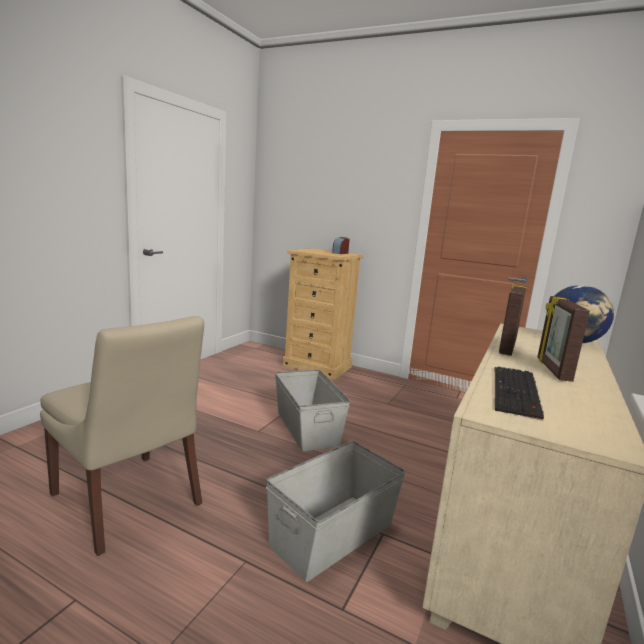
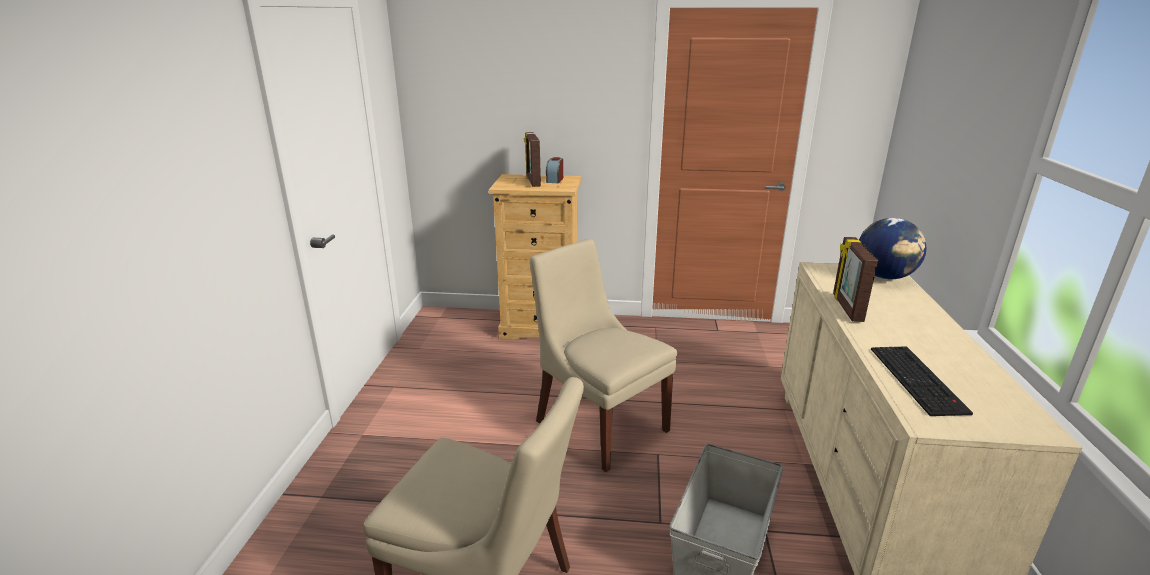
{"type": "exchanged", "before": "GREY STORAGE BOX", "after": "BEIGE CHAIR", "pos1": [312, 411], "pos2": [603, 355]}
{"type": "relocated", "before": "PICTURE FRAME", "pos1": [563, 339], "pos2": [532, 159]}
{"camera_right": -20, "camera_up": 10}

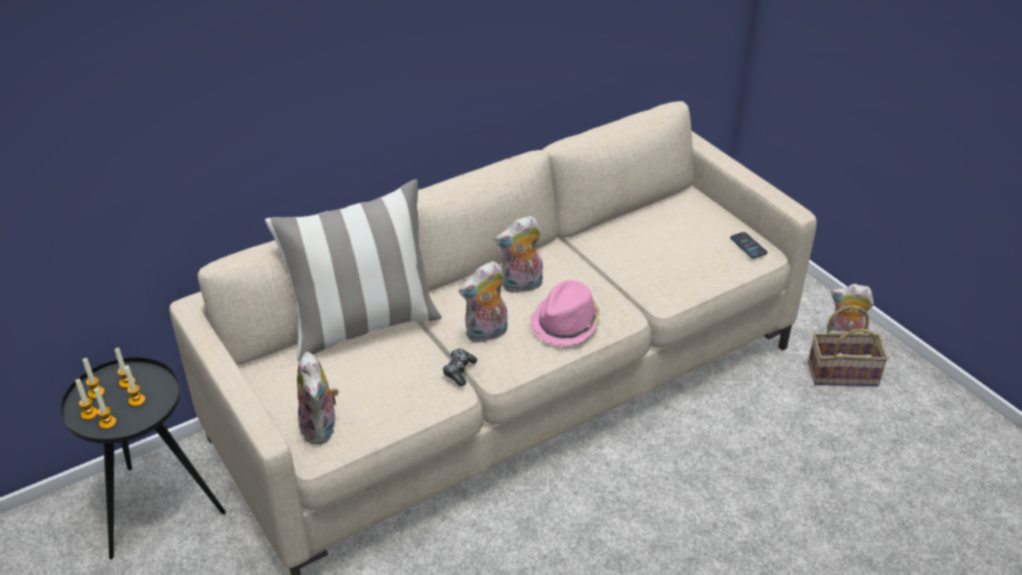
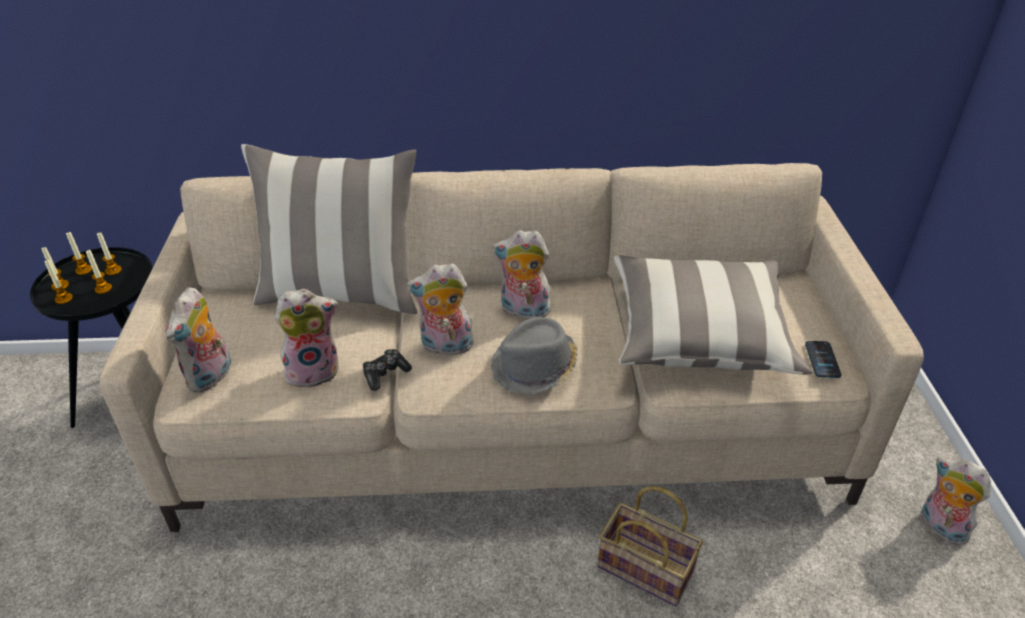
{"type": "colour", "before": "PINK HAT", "after": "GREY HAT", "pos1": [565, 313], "pos2": [534, 355]}
{"type": "relocated", "before": "BASKET", "pos1": [848, 345], "pos2": [650, 546]}
{"type": "appeared", "after": "PLUSH TOY", "pos2": [306, 338]}
{"type": "appeared", "after": "PILLOW", "pos2": [713, 315]}
{"camera_right": 30, "camera_up": 0}

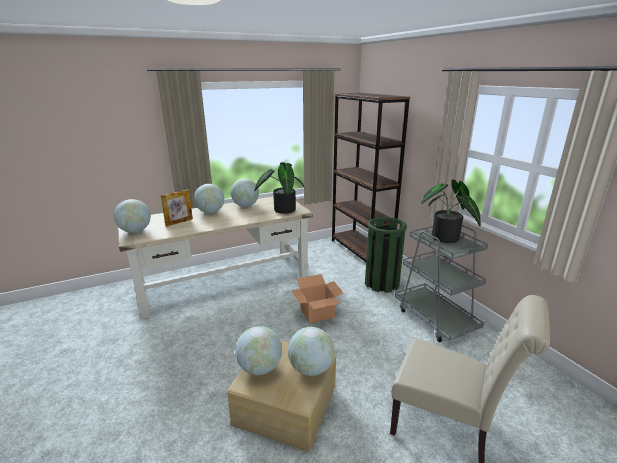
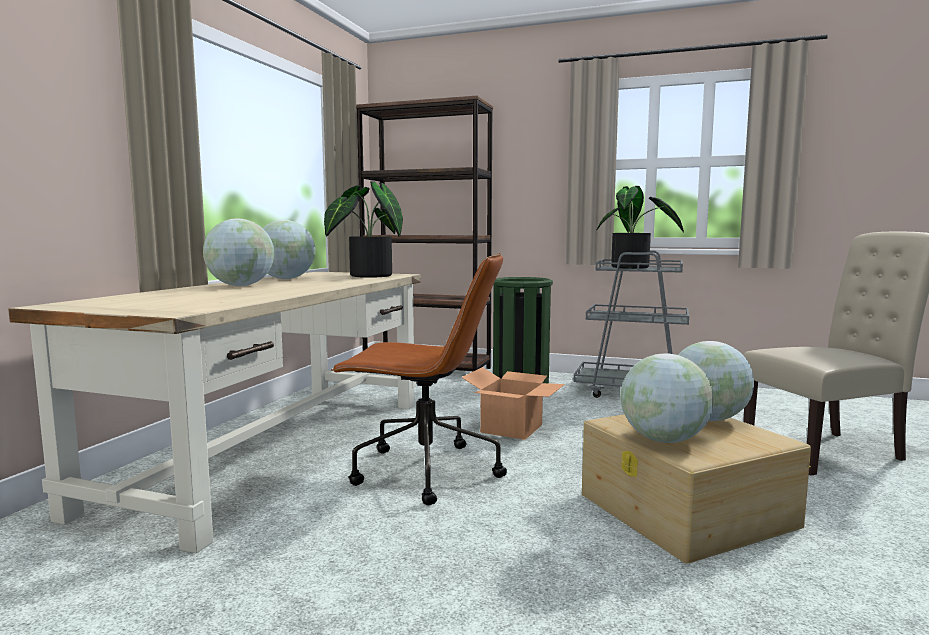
{"type": "missing", "before": "GLOBE", "pos1": [132, 216]}
{"type": "missing", "before": "PICTURE FRAME", "pos1": [177, 208]}
{"type": "appeared", "after": "BROWN OFFICE CHAIR", "pos2": [419, 379]}
{"camera_right": -45, "camera_up": -15}

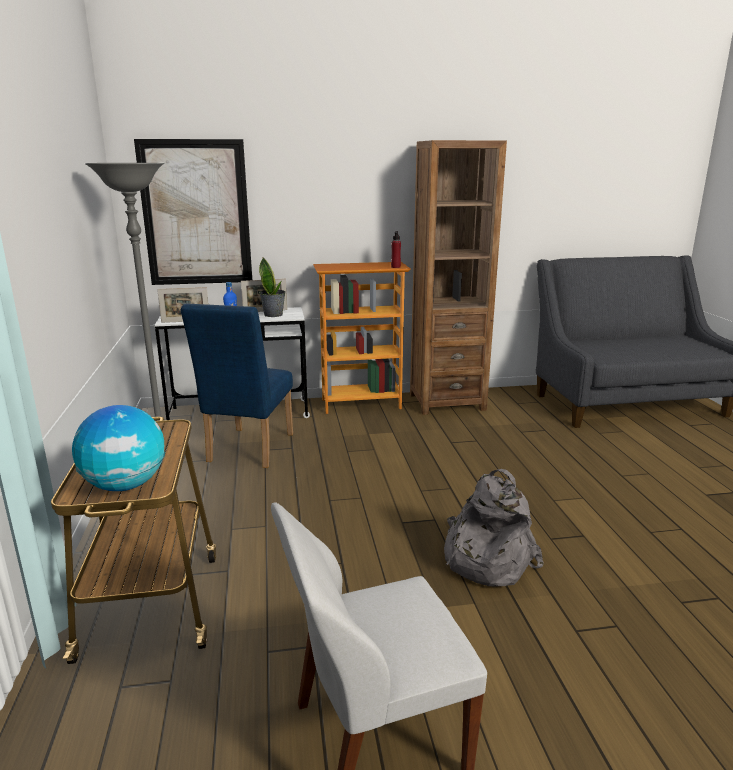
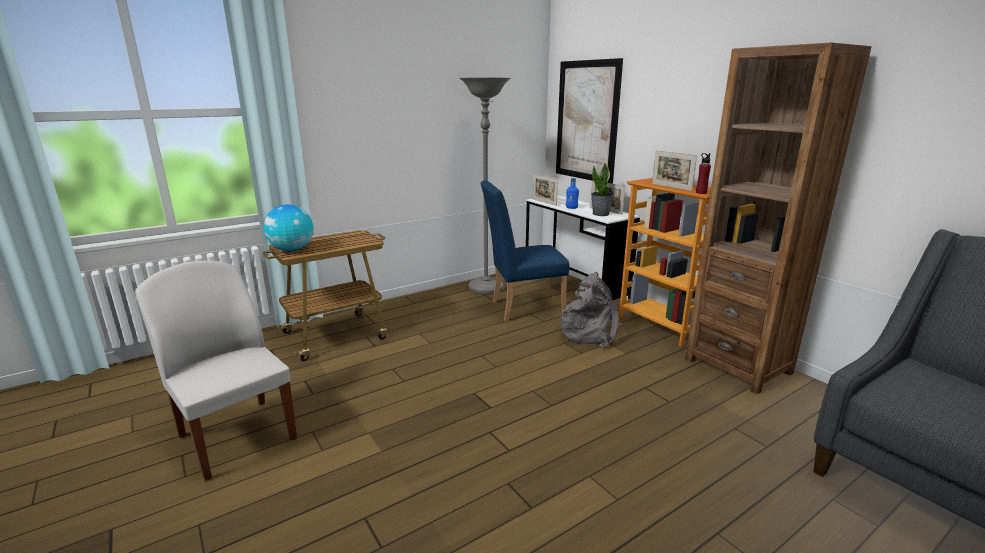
{"type": "relocated", "before": "GREY BACKPACK", "pos1": [493, 528], "pos2": [592, 310]}
{"type": "appeared", "after": "PICTURE FRAME", "pos2": [674, 170]}
{"camera_right": 65, "camera_up": 0}

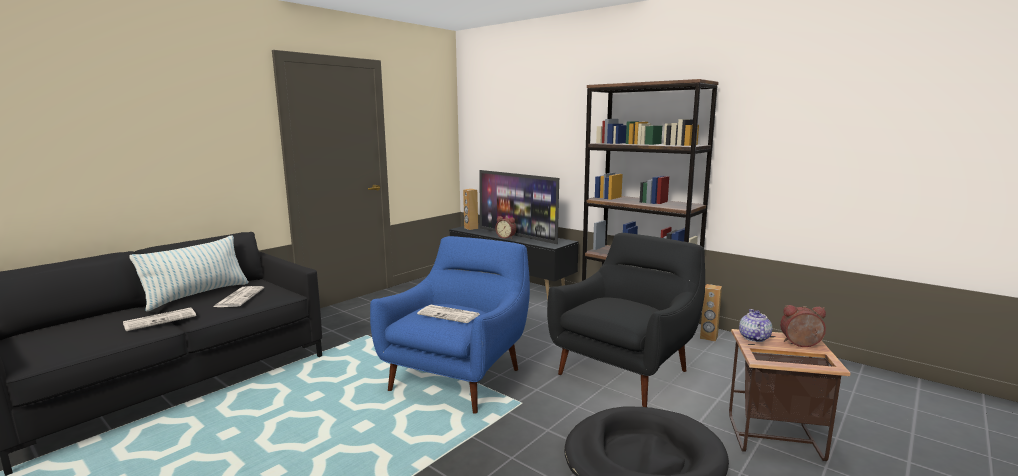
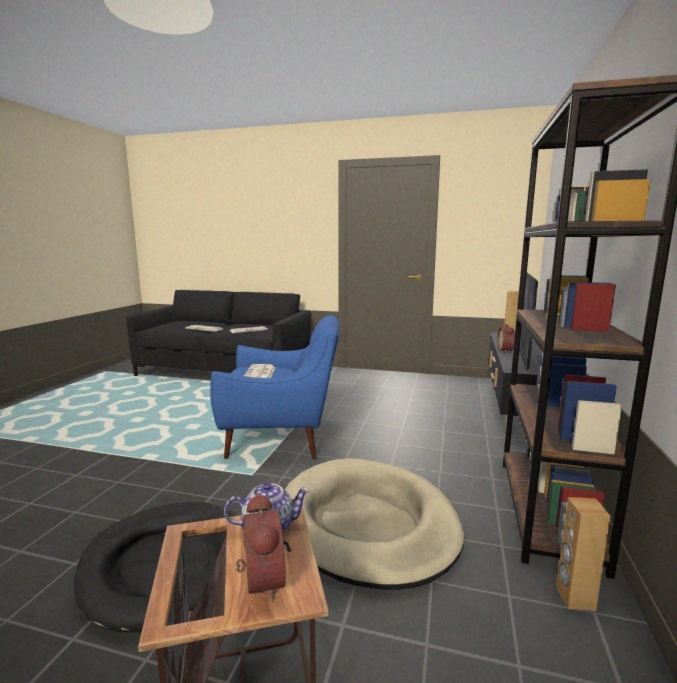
{"type": "missing", "before": "PILLOW", "pos1": [189, 273]}
{"type": "exchanged", "before": "BLACK ARMCHAIR", "after": "BEIGE DOG BED", "pos1": [626, 320], "pos2": [374, 524]}
{"camera_right": 65, "camera_up": 0}

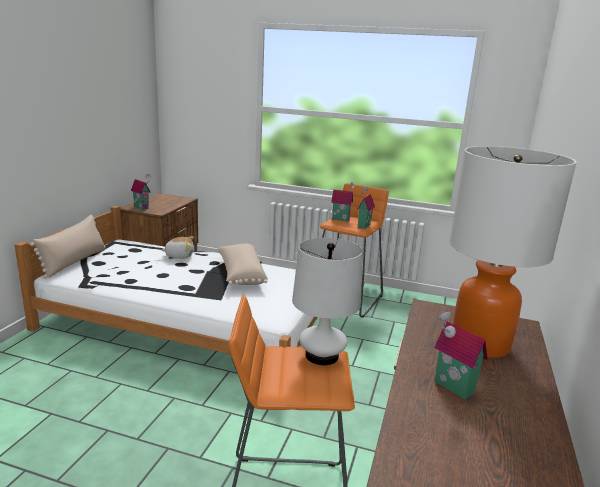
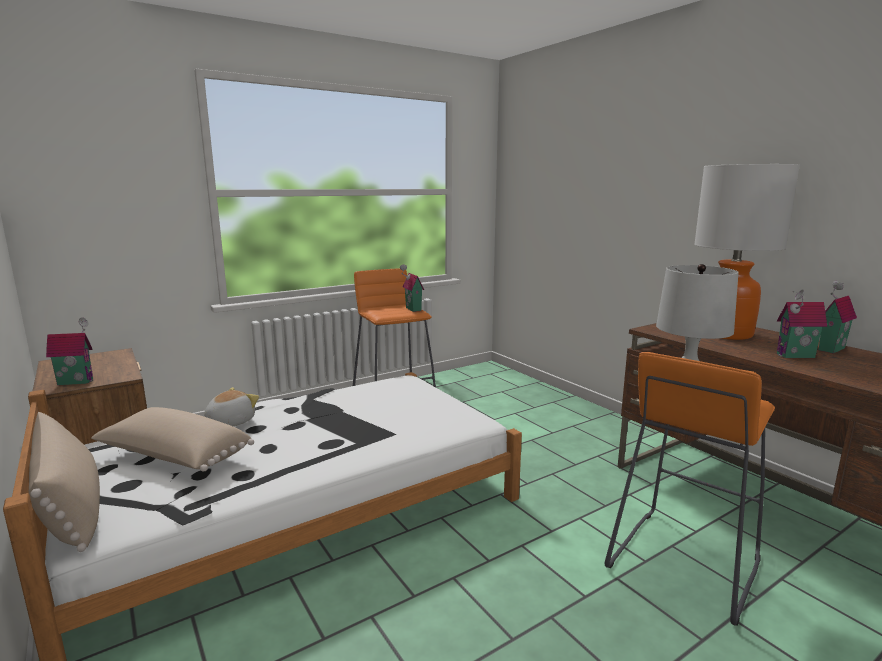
{"type": "relocated", "before": "BEIGE PILLOW", "pos1": [242, 264], "pos2": [172, 439]}
{"type": "relocated", "before": "TOY HOUSE", "pos1": [343, 202], "pos2": [838, 317]}
{"camera_right": -50, "camera_up": -5}

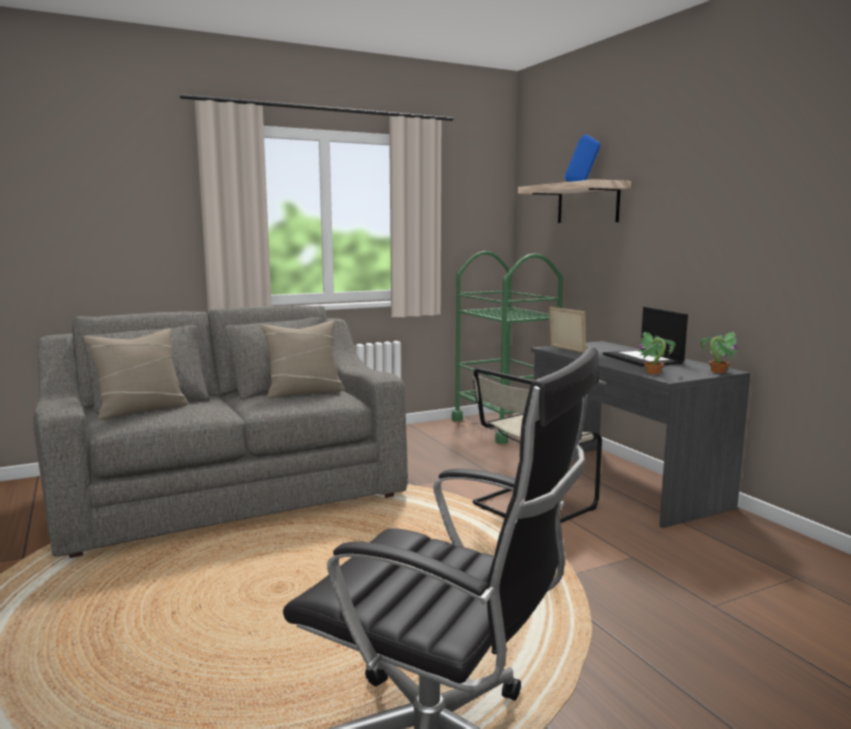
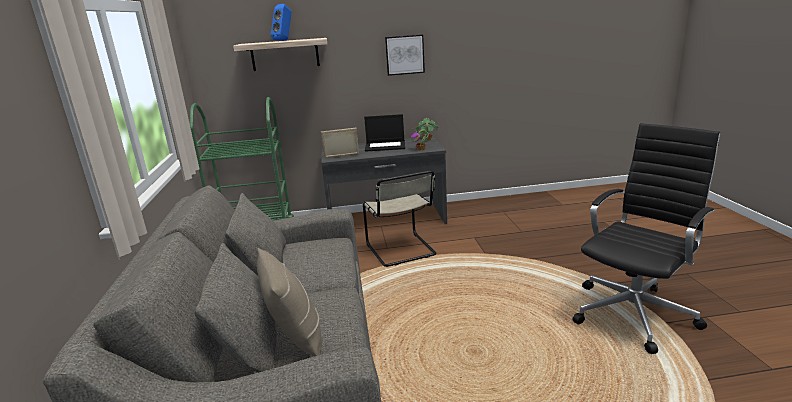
{"type": "missing", "before": "BEIGE PILLOW", "pos1": [303, 359]}
{"type": "appeared", "after": "PICTURE", "pos2": [405, 55]}
{"camera_right": -70, "camera_up": 10}

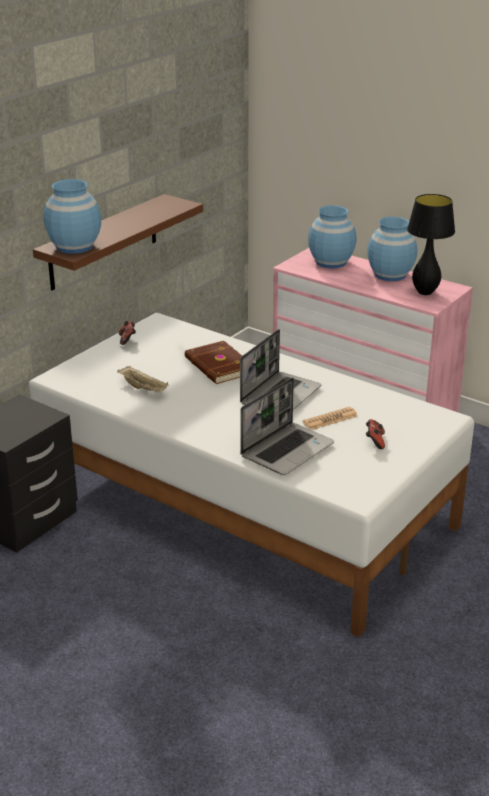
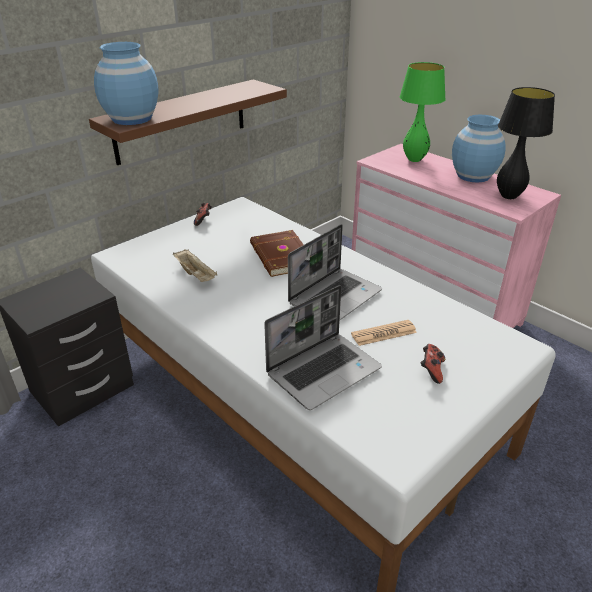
{"type": "exchanged", "before": "BLUE VASE", "after": "GREEN TABLE LAMP", "pos1": [332, 236], "pos2": [422, 112]}
{"camera_right": 10, "camera_up": 5}

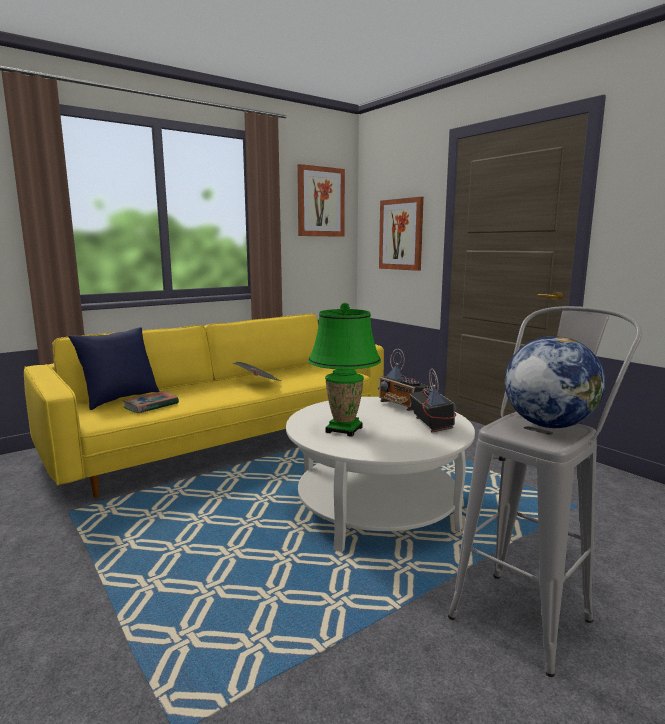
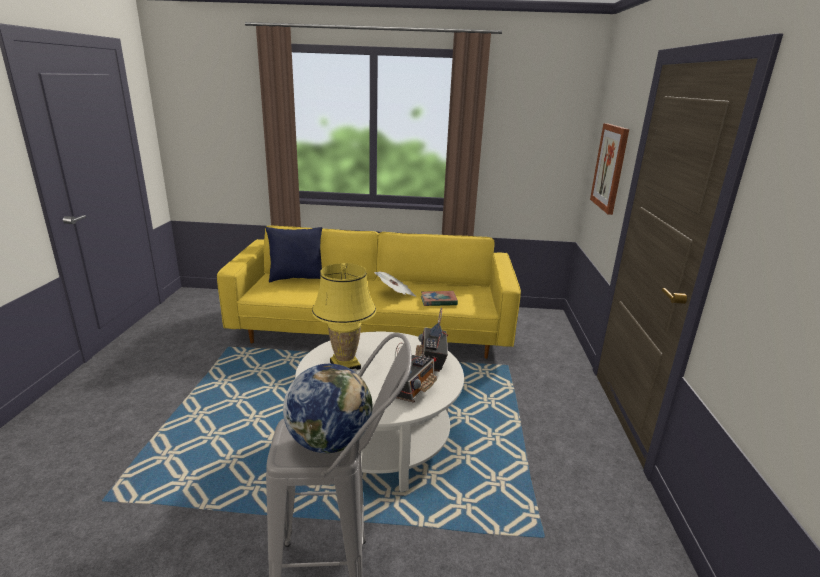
{"type": "relocated", "before": "BOOK", "pos1": [151, 402], "pos2": [439, 298]}
{"type": "missing", "before": "PICTURE", "pos1": [321, 200]}
{"type": "colour", "before": "GREEN TABLE LAMP", "after": "YELLOW TABLE LAMP", "pos1": [344, 370], "pos2": [344, 316]}
{"camera_right": 40, "camera_up": 10}

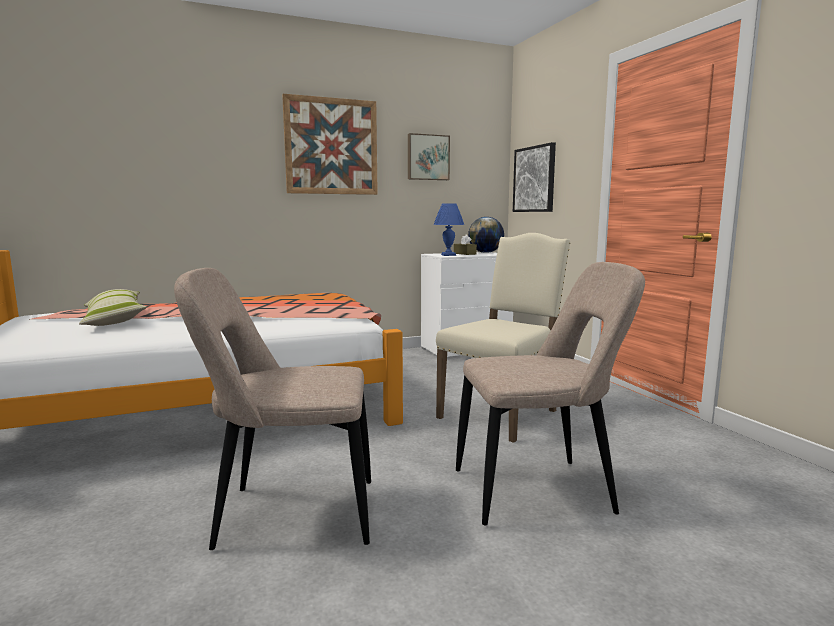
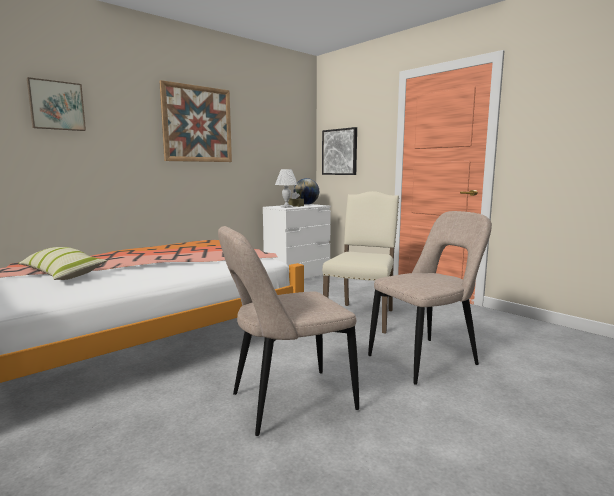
{"type": "relocated", "before": "PICTURE", "pos1": [429, 156], "pos2": [56, 104]}
{"type": "colour", "before": "BLUE TABLE LAMP", "after": "WHITE TABLE LAMP", "pos1": [448, 229], "pos2": [286, 188]}
{"camera_right": -20, "camera_up": 0}

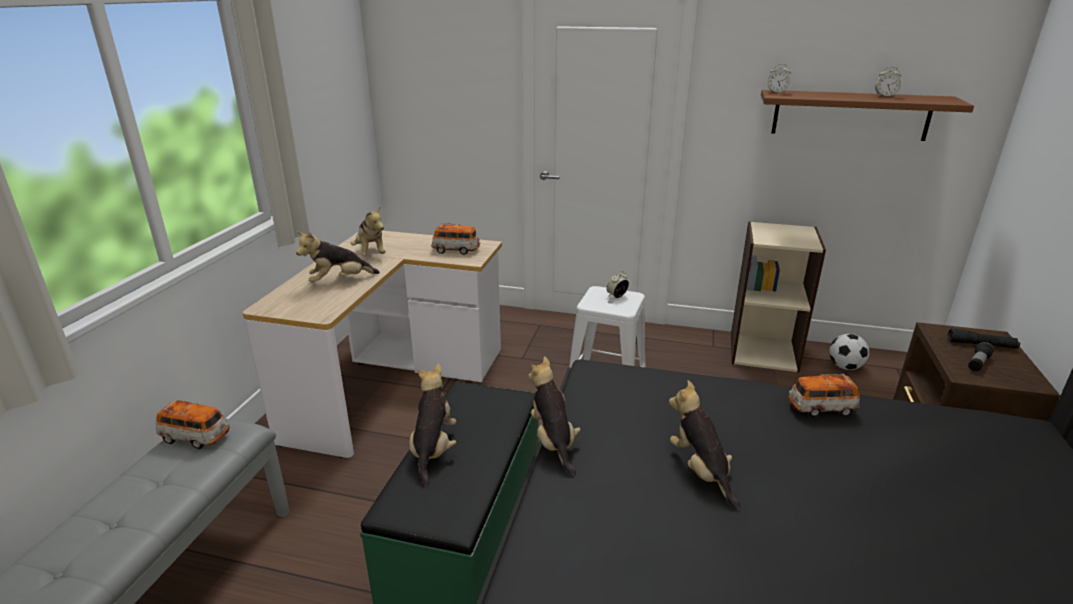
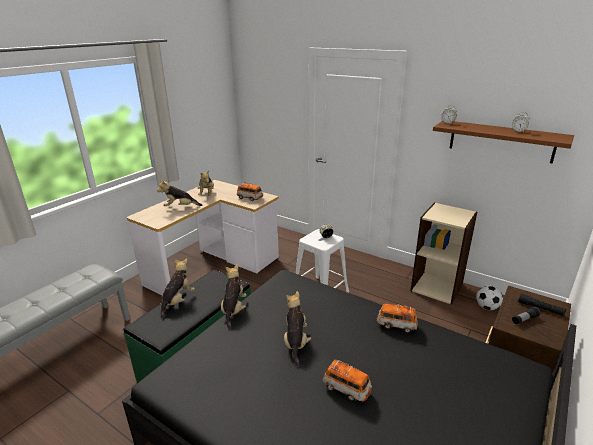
{"type": "relocated", "before": "TOY CAR", "pos1": [193, 424], "pos2": [347, 381]}
{"camera_right": 20, "camera_up": 0}

